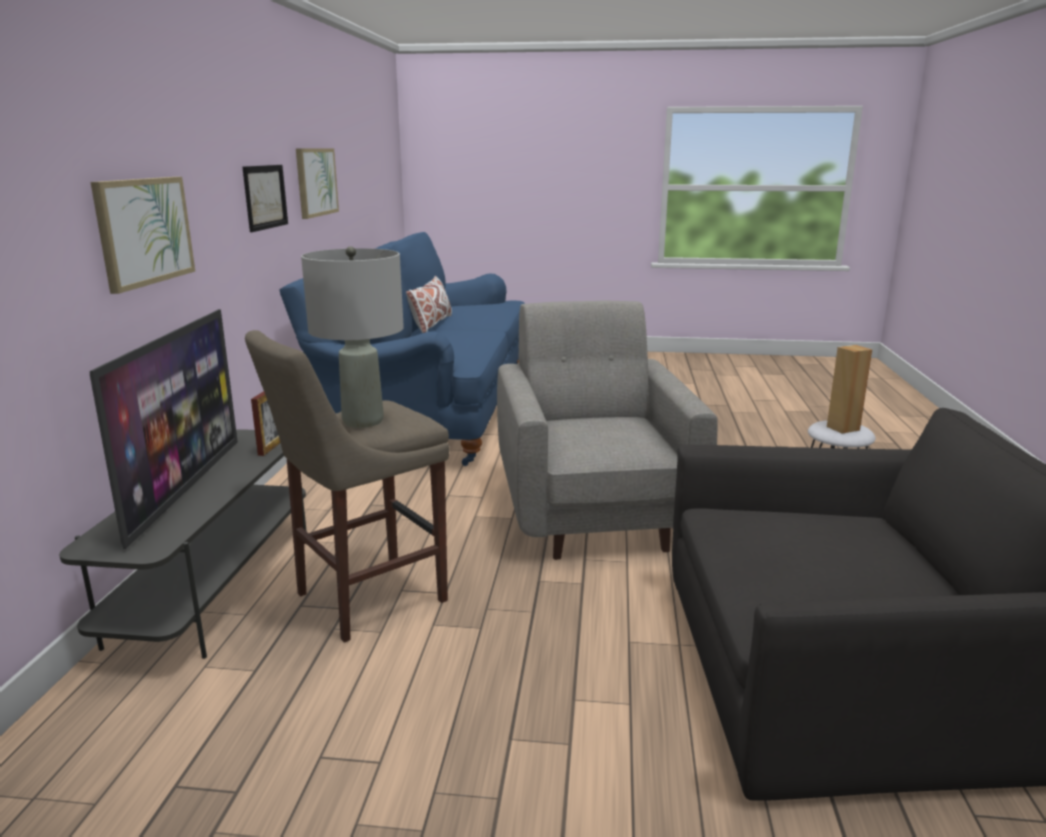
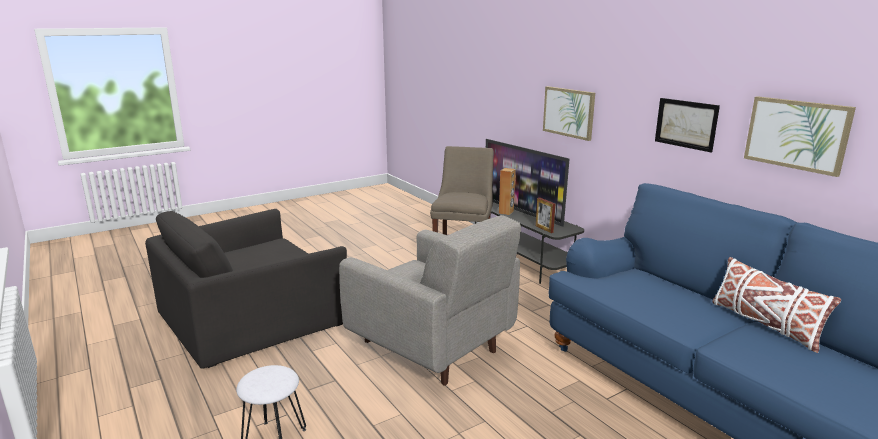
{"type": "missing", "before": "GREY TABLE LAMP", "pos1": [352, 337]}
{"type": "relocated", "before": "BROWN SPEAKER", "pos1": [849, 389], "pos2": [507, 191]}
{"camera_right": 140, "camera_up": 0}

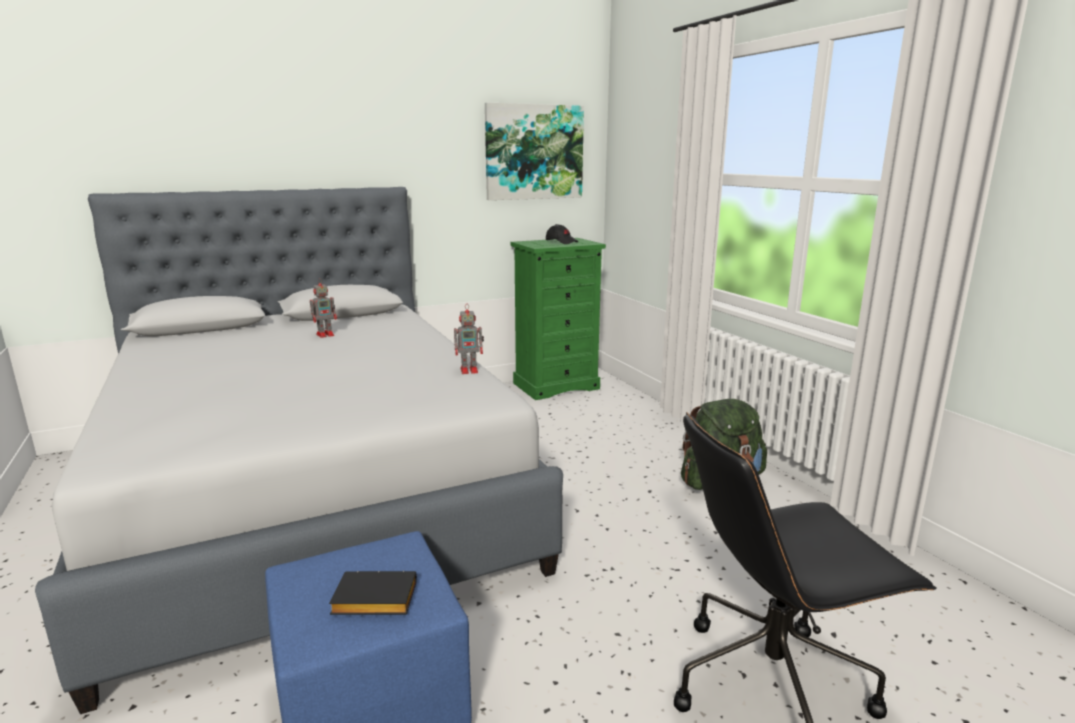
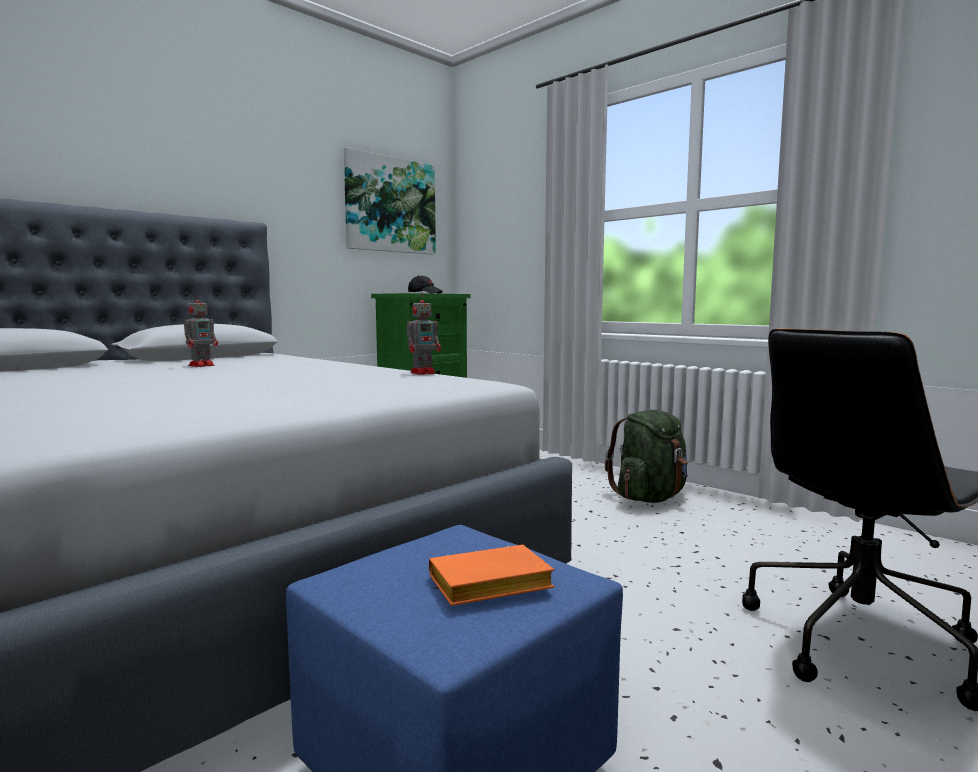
{"type": "colour", "before": "BLACK BOOK", "after": "ORANGE BOOK", "pos1": [373, 593], "pos2": [492, 575]}
{"camera_right": -20, "camera_up": -10}

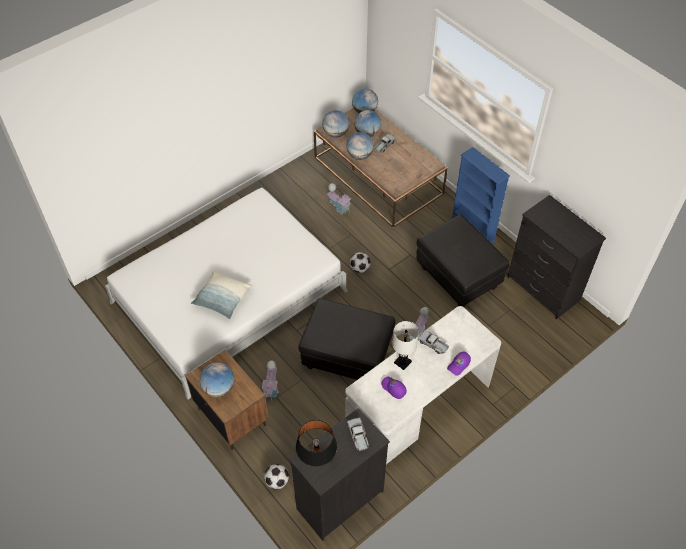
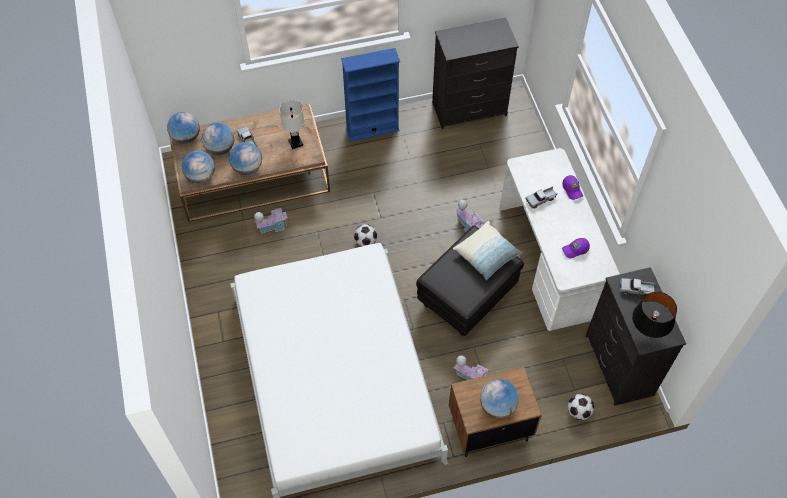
{"type": "relocated", "before": "PILLOW", "pos1": [222, 295], "pos2": [488, 250]}
{"type": "relocated", "before": "WHITE TABLE LAMP", "pos1": [405, 345], "pos2": [291, 124]}
{"type": "missing", "before": "BLACK OTTOMAN", "pos1": [463, 260]}
{"camera_right": -65, "camera_up": 5}

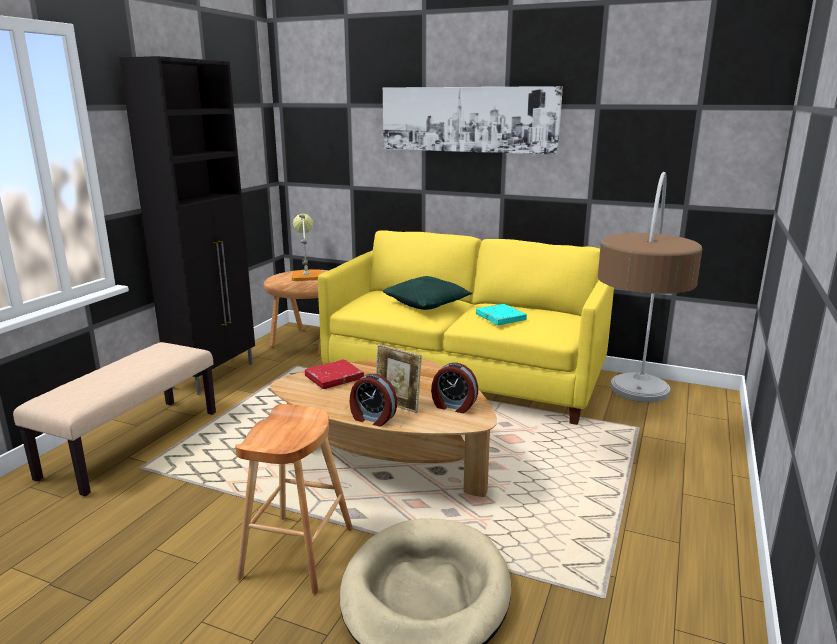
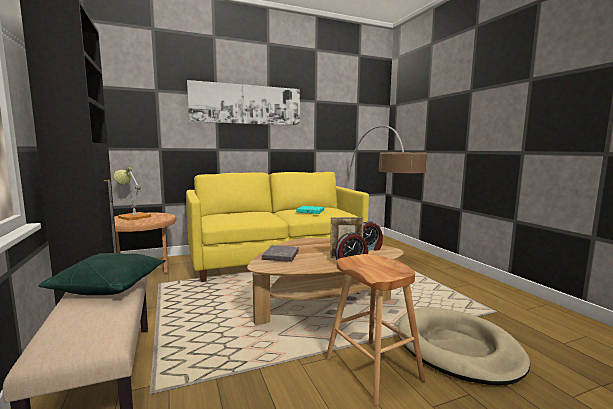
{"type": "colour", "before": "RED BOOK", "after": "GREY BOOK", "pos1": [334, 374], "pos2": [280, 253]}
{"type": "relocated", "before": "GREEN PILLOW", "pos1": [428, 293], "pos2": [102, 274]}
{"camera_right": -45, "camera_up": -10}

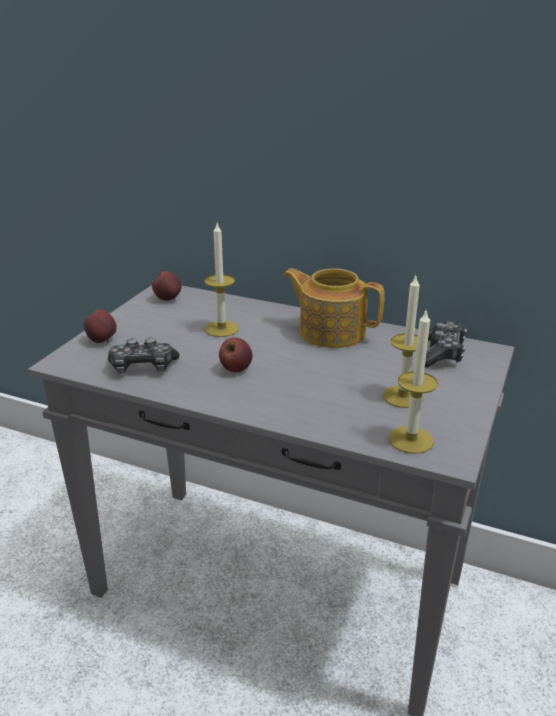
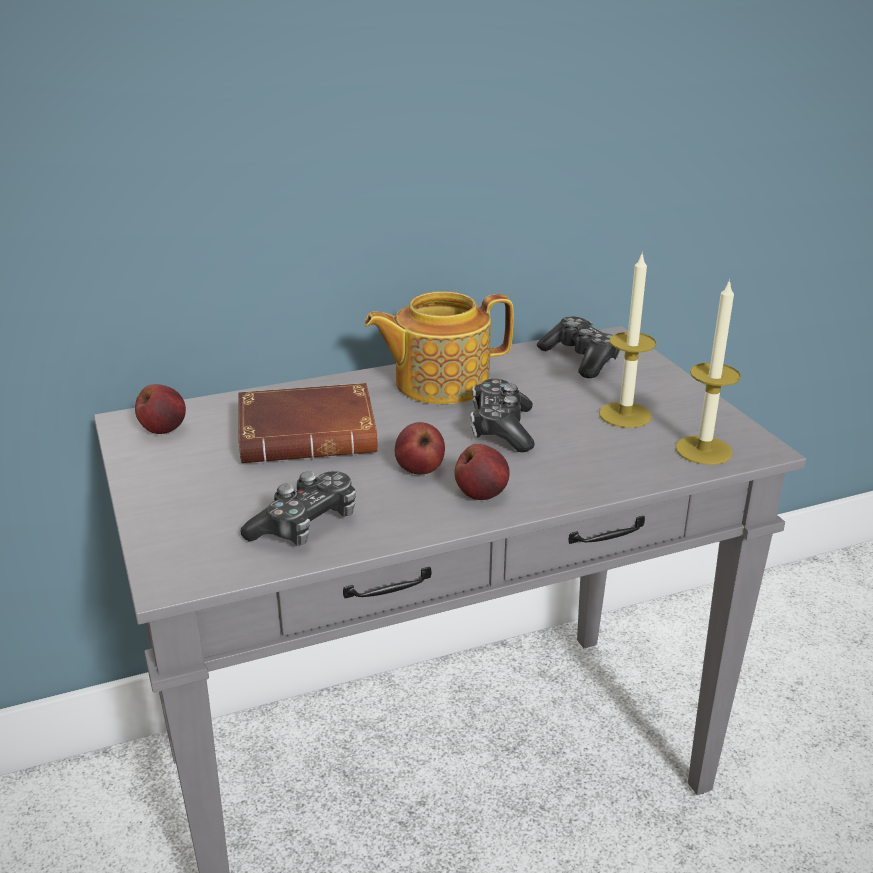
{"type": "relocated", "before": "APPLE", "pos1": [100, 326], "pos2": [482, 472]}
{"type": "exchanged", "before": "CANDLE", "after": "BROWN BOOK", "pos1": [221, 280], "pos2": [308, 423]}
{"type": "appeared", "after": "GAME CONTROLLER", "pos2": [502, 415]}
{"camera_right": -45, "camera_up": 0}

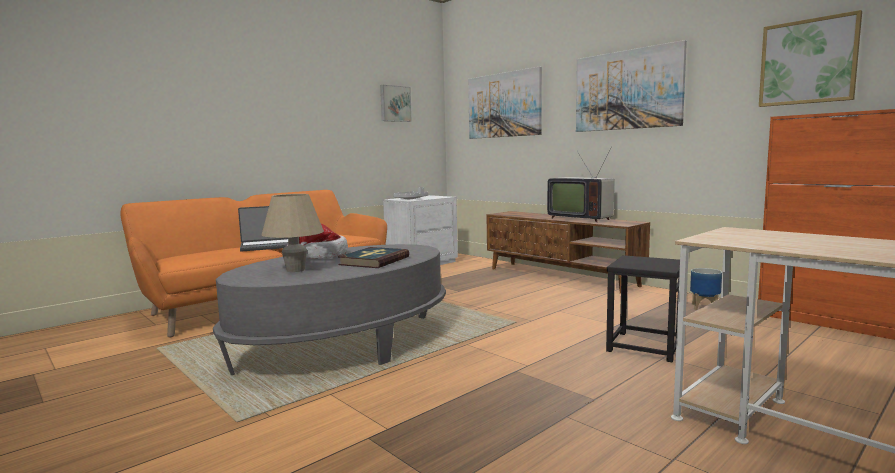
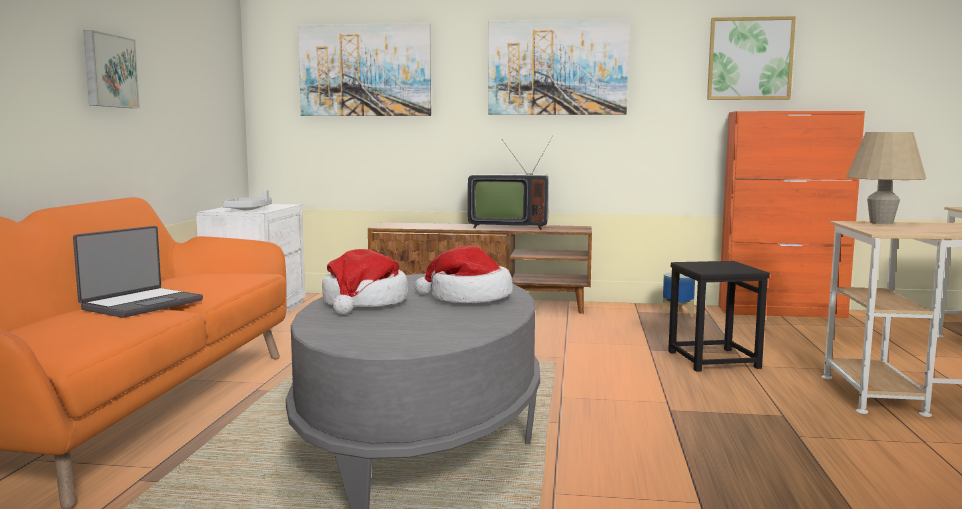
{"type": "relocated", "before": "BEIGE TABLE LAMP", "pos1": [293, 233], "pos2": [886, 178]}
{"type": "exchanged", "before": "BOOK", "after": "HAT", "pos1": [373, 257], "pos2": [464, 274]}
{"type": "relocated", "before": "PICTURE", "pos1": [396, 103], "pos2": [111, 69]}
{"camera_right": -40, "camera_up": 0}

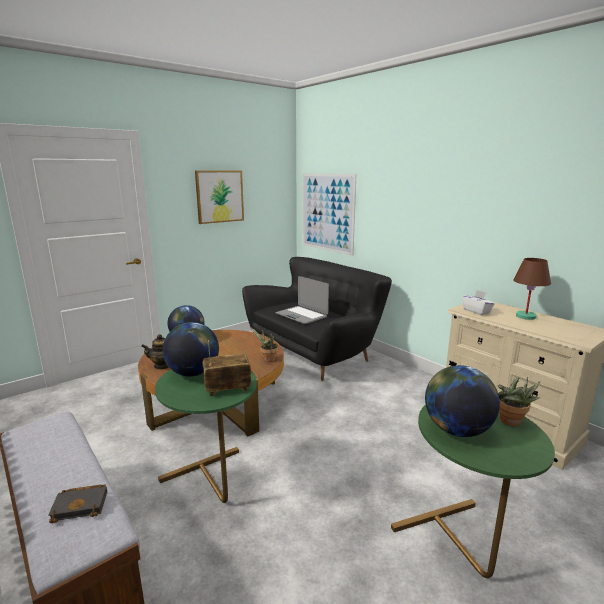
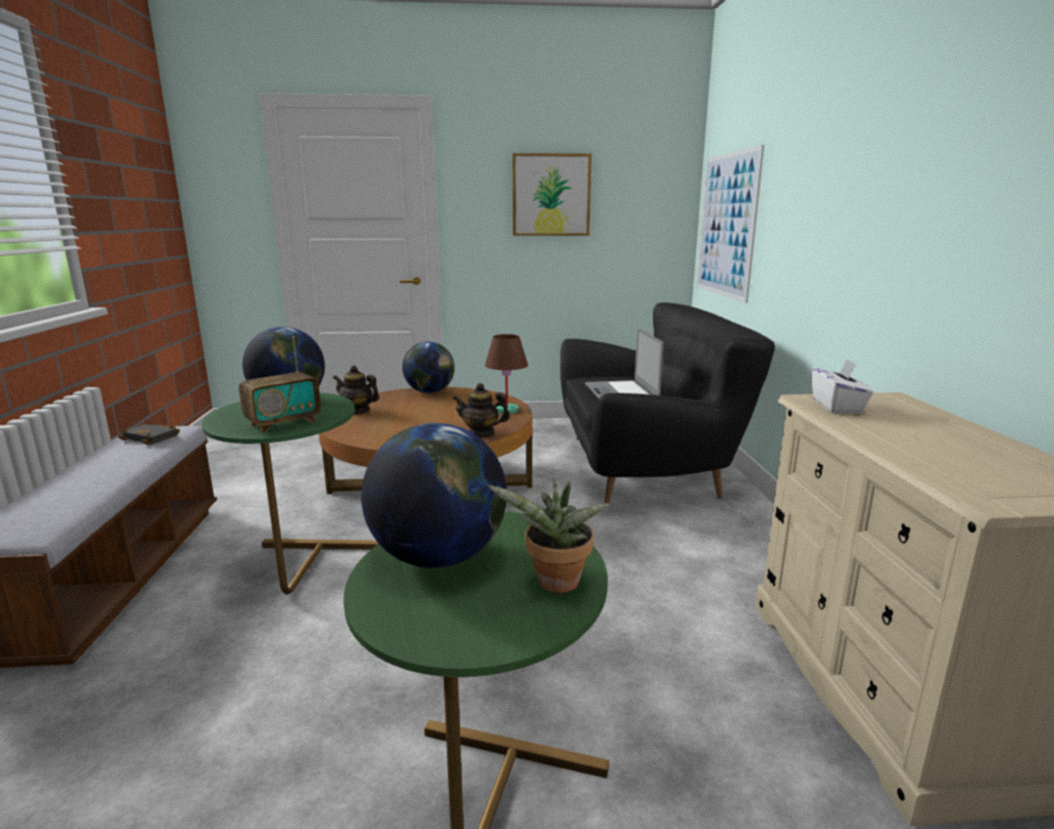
{"type": "relocated", "before": "BLACK BOOK", "pos1": [77, 504], "pos2": [149, 433]}
{"type": "spun", "before": "RADIO", "pos1": [227, 368], "pos2": [280, 384], "turn": 120}
{"type": "exchanged", "before": "POTTED PLANT", "after": "TEAPOT", "pos1": [264, 344], "pos2": [481, 410]}
{"type": "relocated", "before": "BROWN TABLE LAMP", "pos1": [532, 289], "pos2": [506, 374]}
{"camera_right": 35, "camera_up": 0}

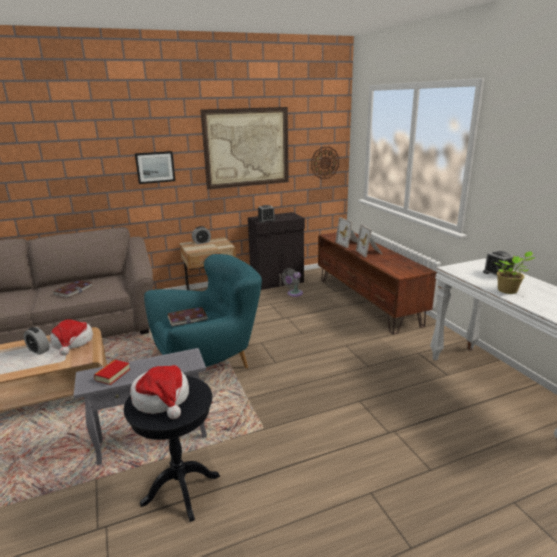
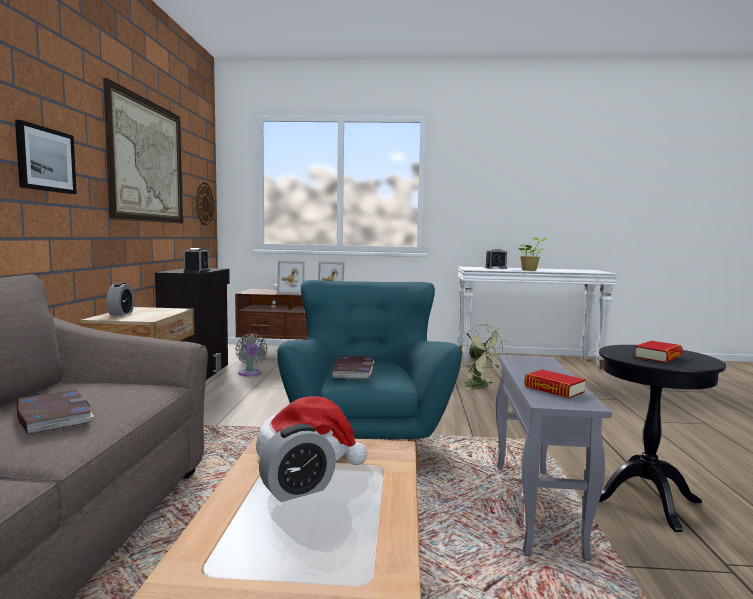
{"type": "exchanged", "before": "HAT", "after": "BOOK", "pos1": [159, 392], "pos2": [658, 352]}
{"type": "appeared", "after": "GREEN FAN", "pos2": [485, 356]}
{"camera_right": -65, "camera_up": -15}

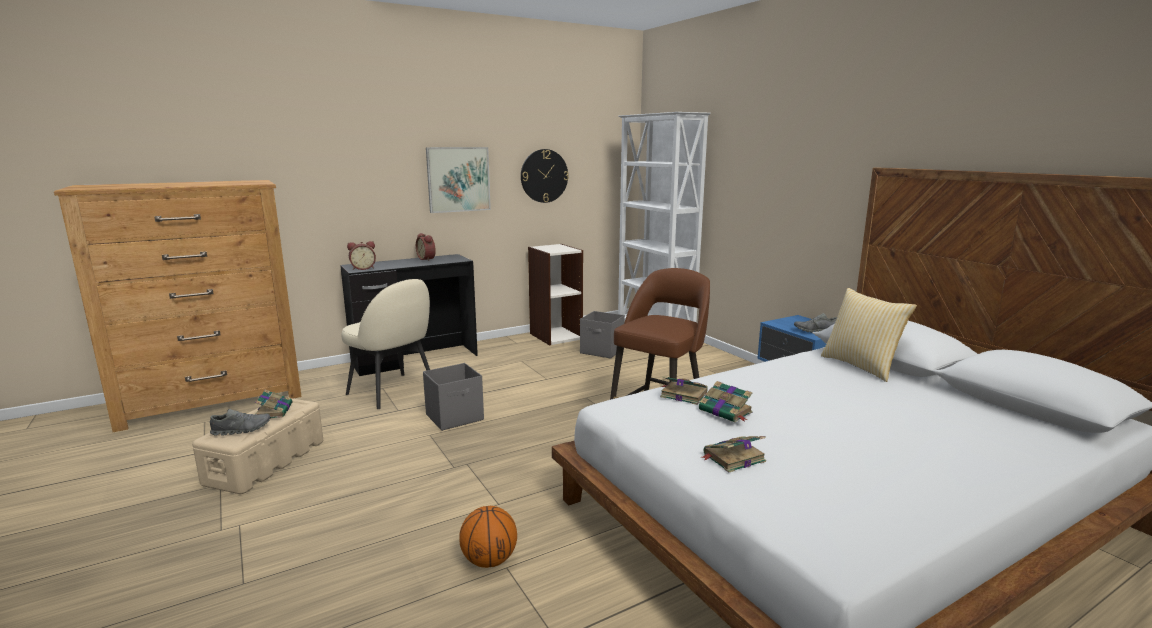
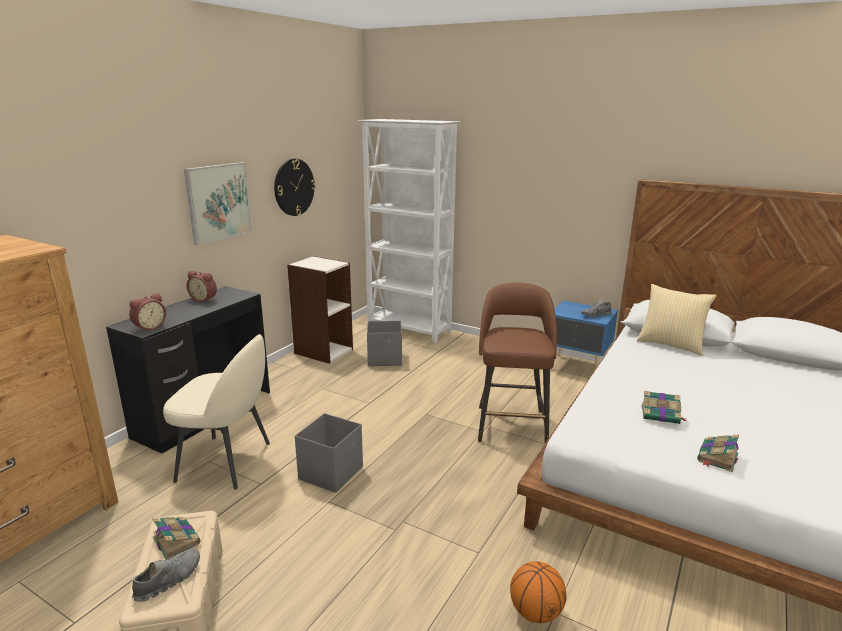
{"type": "missing", "before": "BOOK", "pos1": [684, 390]}
{"camera_right": -30, "camera_up": 5}

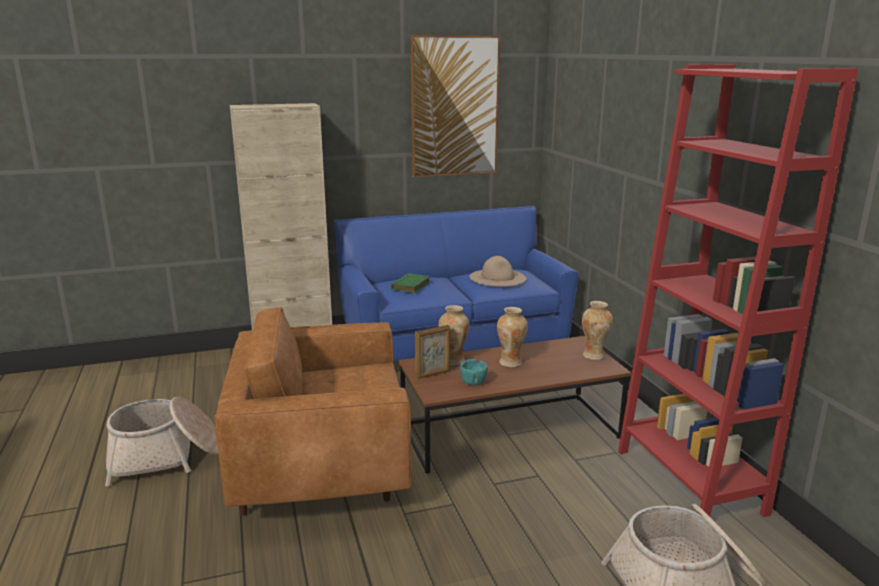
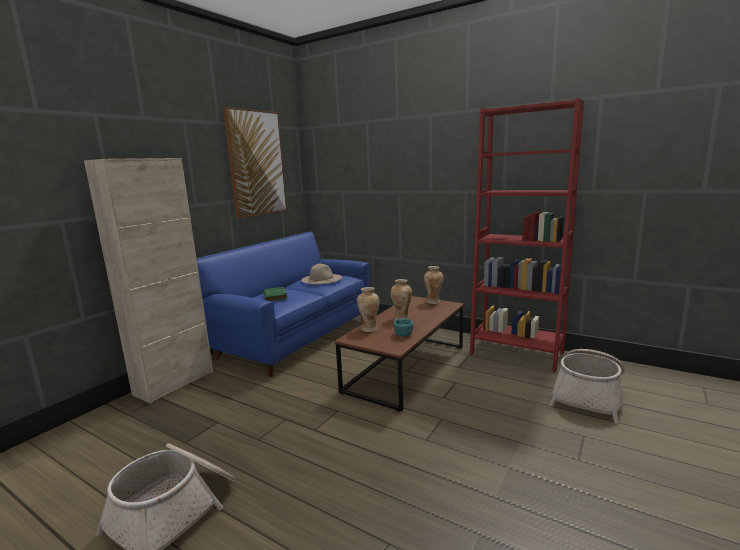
{"type": "missing", "before": "BROWN ARMCHAIR", "pos1": [312, 411]}
{"type": "missing", "before": "PICTURE FRAME", "pos1": [432, 352]}
{"camera_right": -40, "camera_up": -5}

